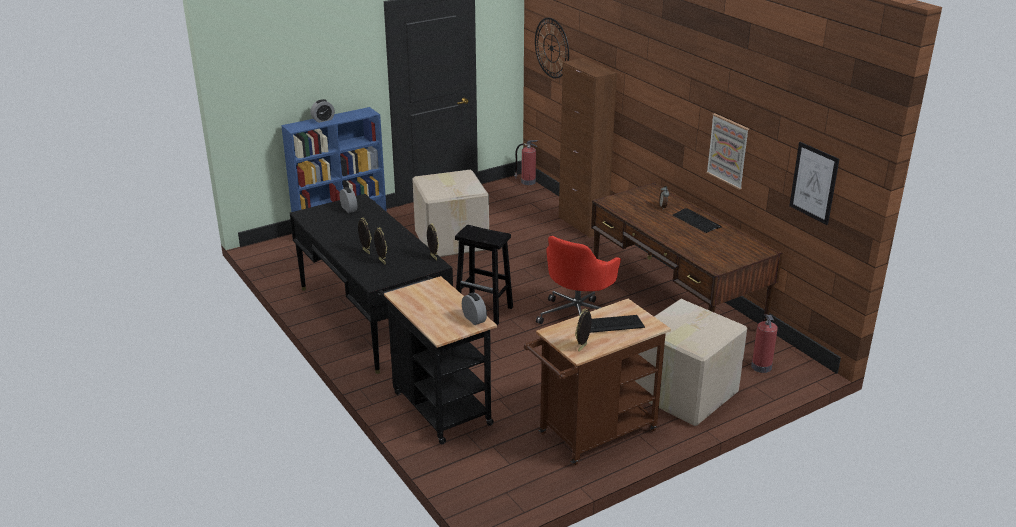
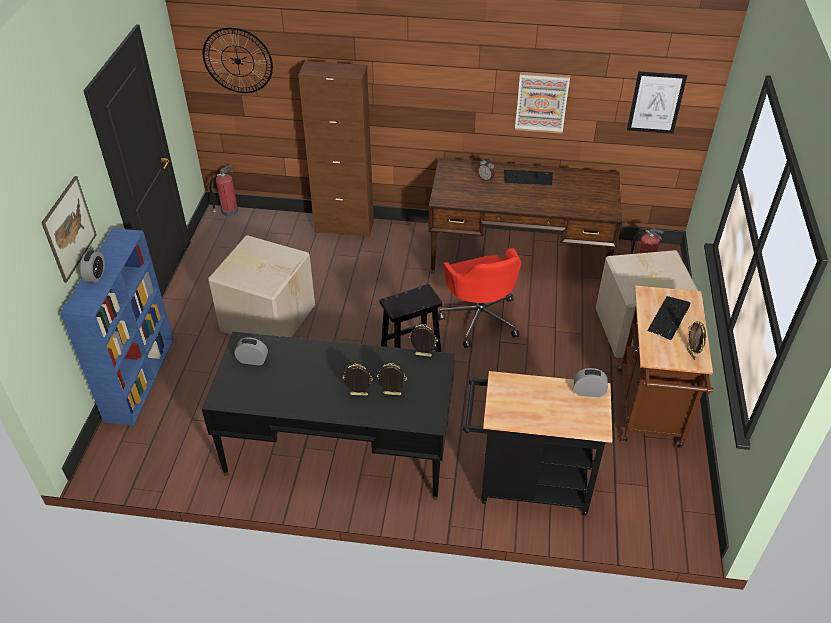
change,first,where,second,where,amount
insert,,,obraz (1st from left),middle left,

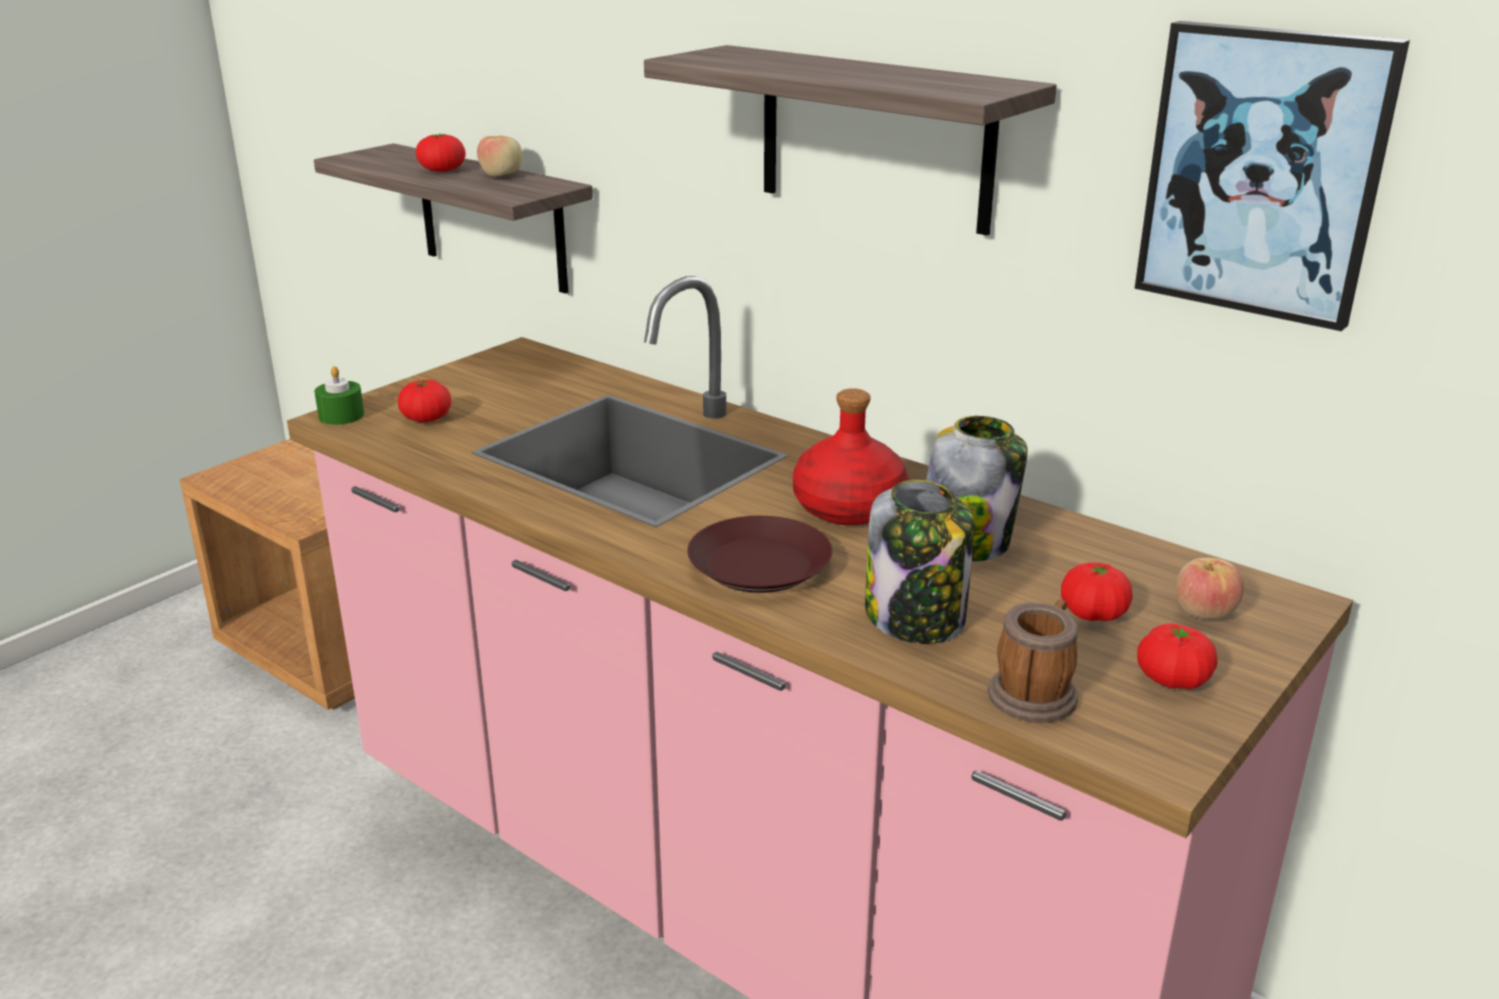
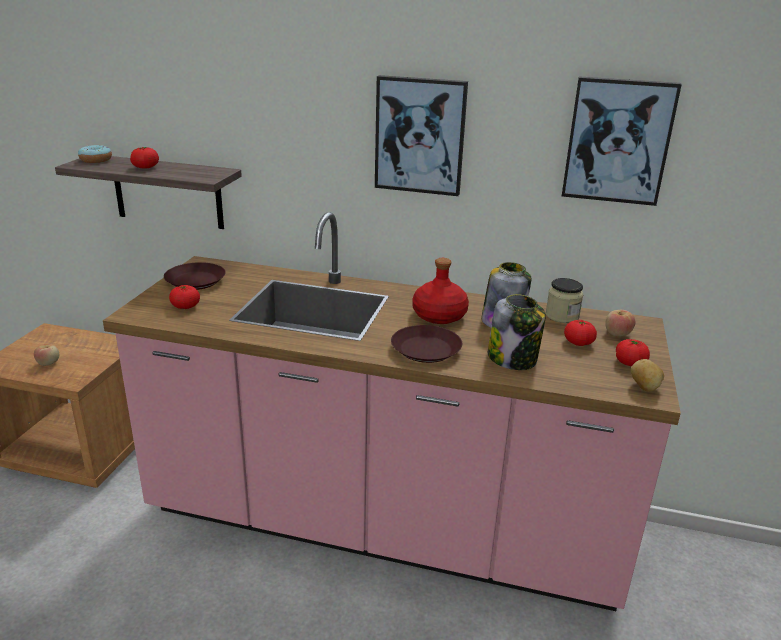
change,first,where,second,where,amount
delete,świeca/zielony,middle left,,,
move,jabłko (1st from left),top centre,,middle left,
replace,półka (2nd from left),top centre,obraz (1st from left),top centre,
delete,kubek,middle right,,,
insert,,,donut,top left,
insert,,,talerz/brązowy (1st from left),middle left,
insert,,,słoik (3rd from left),middle right,
insert,,,ziemniak,middle right,

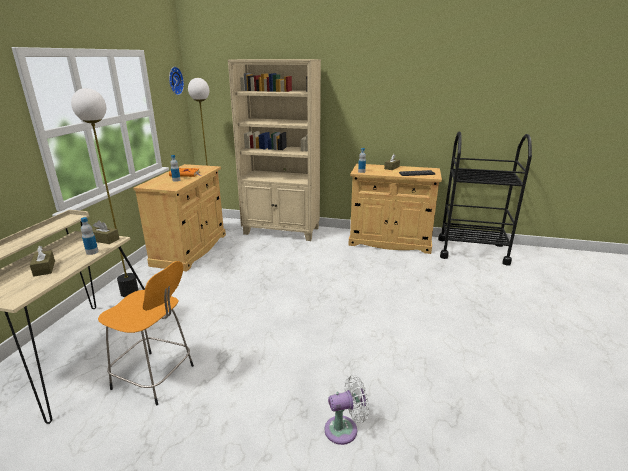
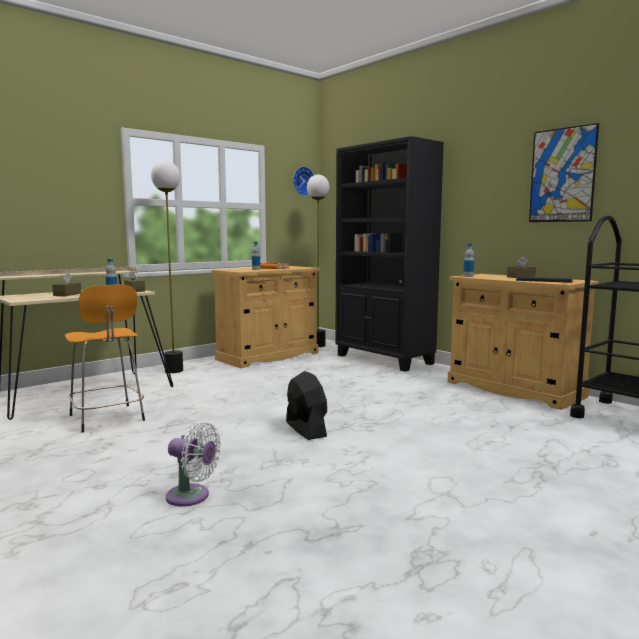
change,first,where,second,where,amount
recolor,regał/beżowy,top centre,regał/czarny,centre,
insert,,,wentylator/czarny,centre,
insert,,,obraz,top right,

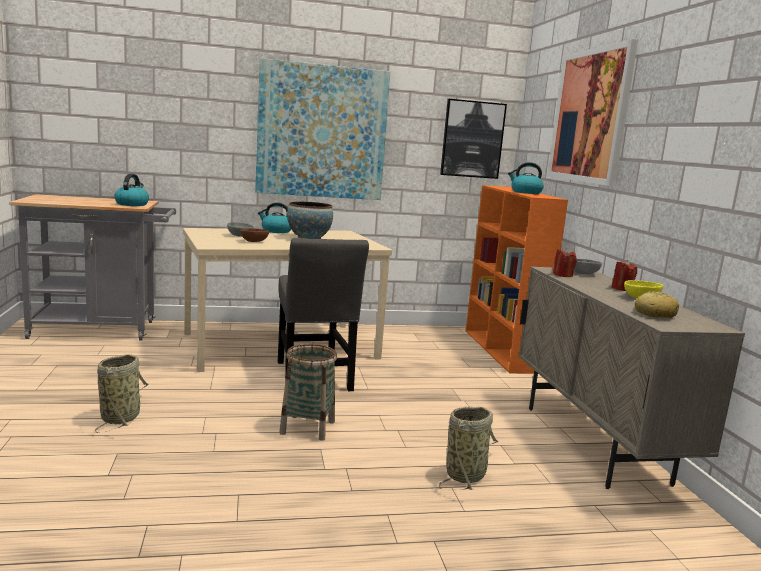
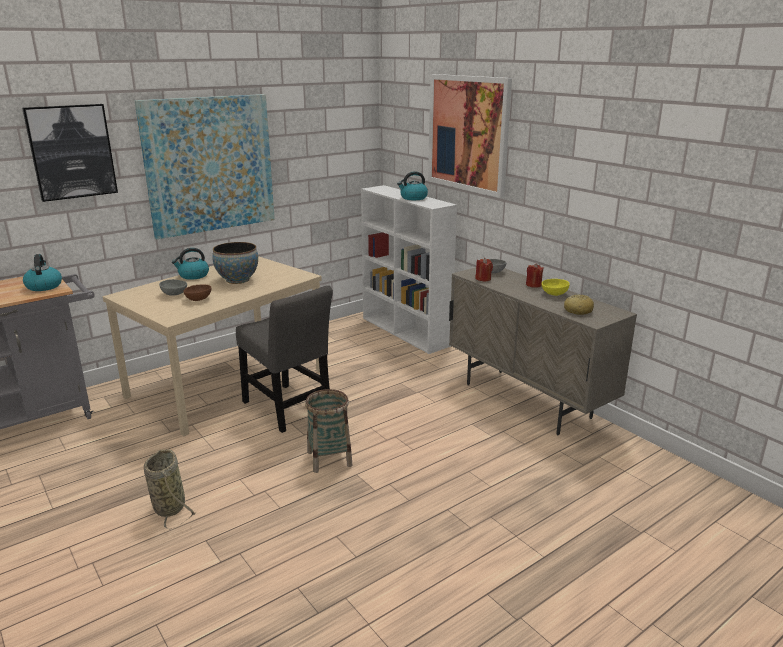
change,first,where,second,where,amount
delete,koszyk (3rd from left),bottom centre,,,
move,obraz (2nd from left in the first image),top centre,obraz (1st from left),top left,
recolor,regał/pomarańczowy,middle right,regał/biały,centre,

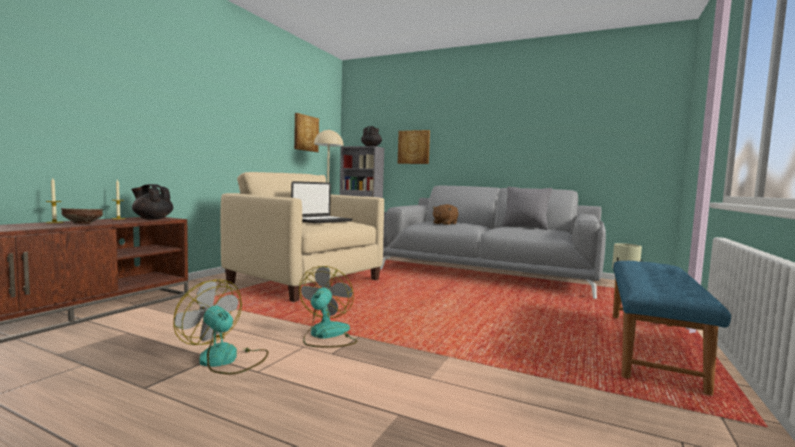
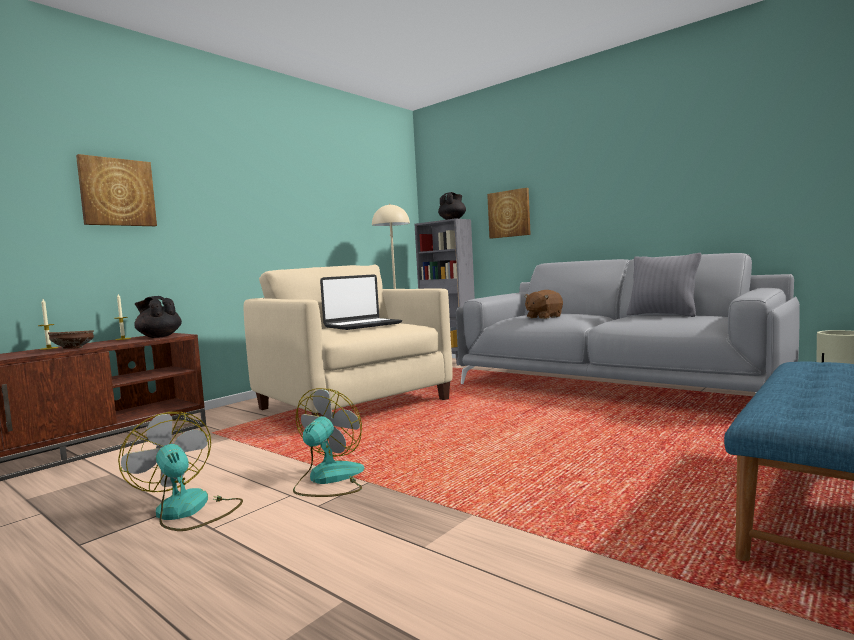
change,first,where,second,where,amount
move,obraz (1st from left),top centre,,top left,

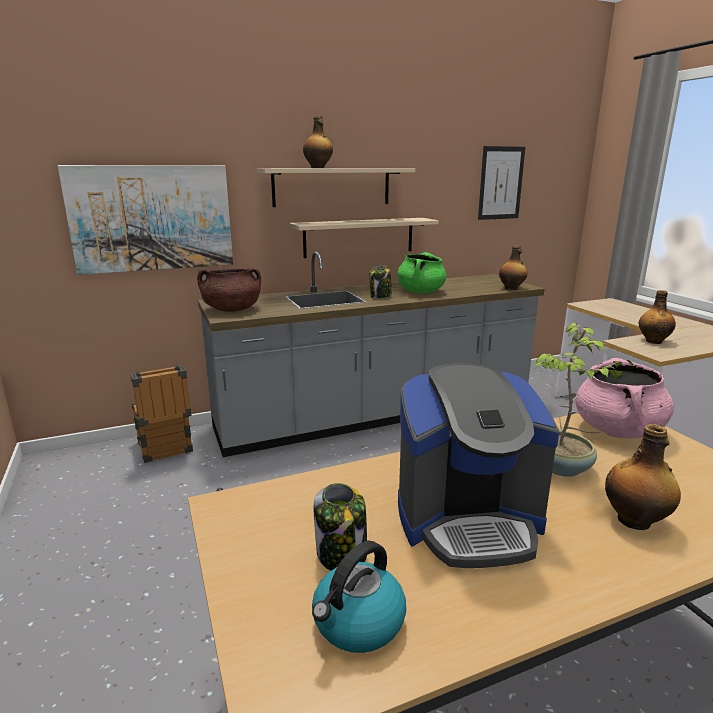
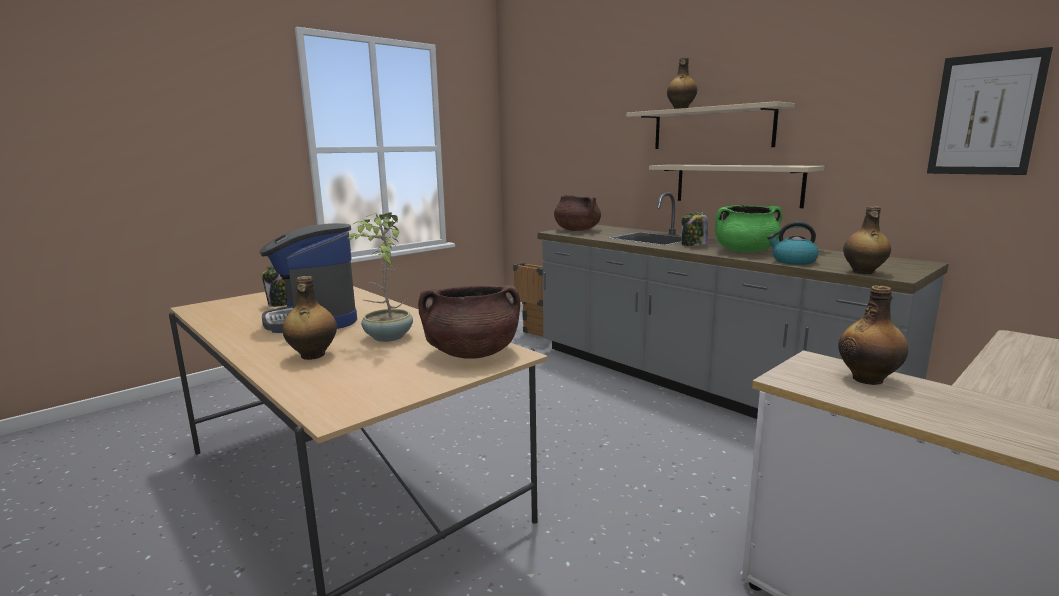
change,first,where,second,where,amount
delete,obraz (1st from left),top left,,,
move,czajnik,bottom centre,,middle right,
recolor,garnek/różowy,middle right,garnek/brązowy (1st from left),centre,

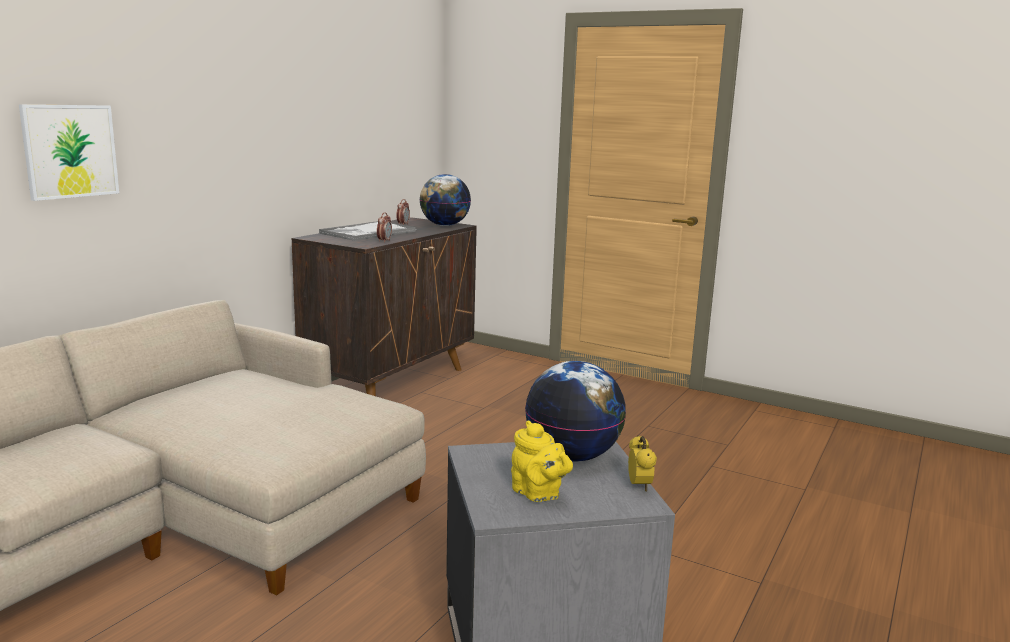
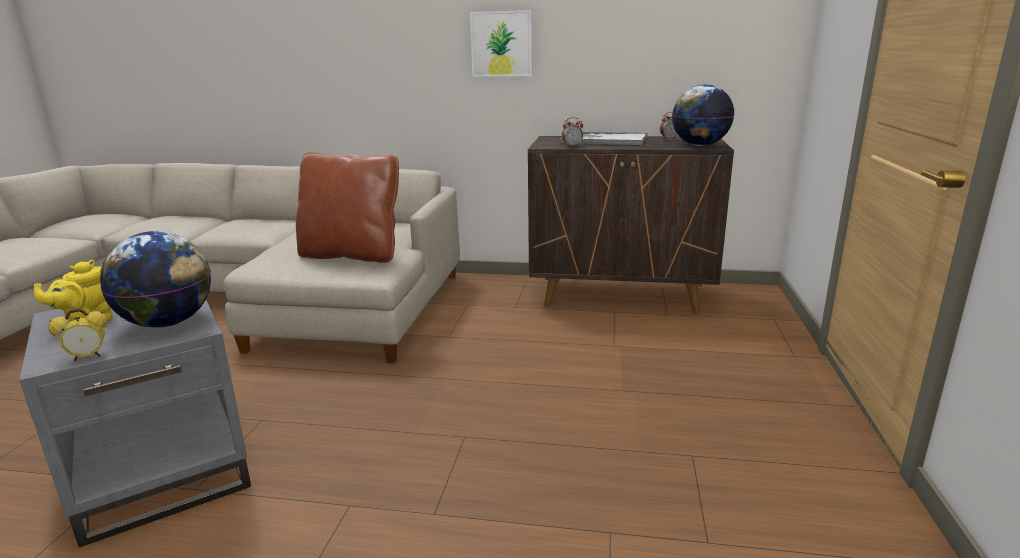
change,first,where,second,where,amount
move,obraz,top left,,top centre,
insert,,,poduszka/brązowy,centre,

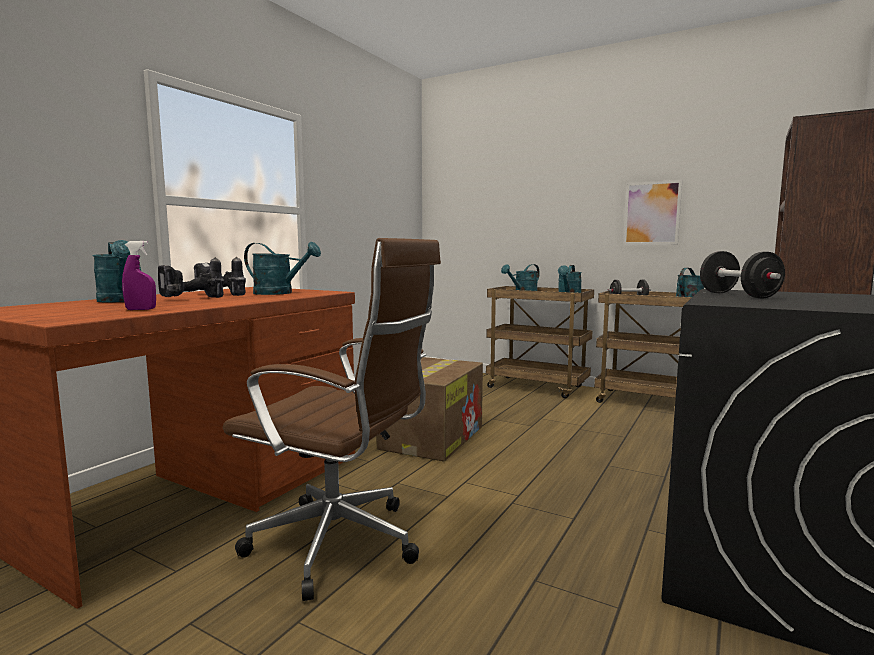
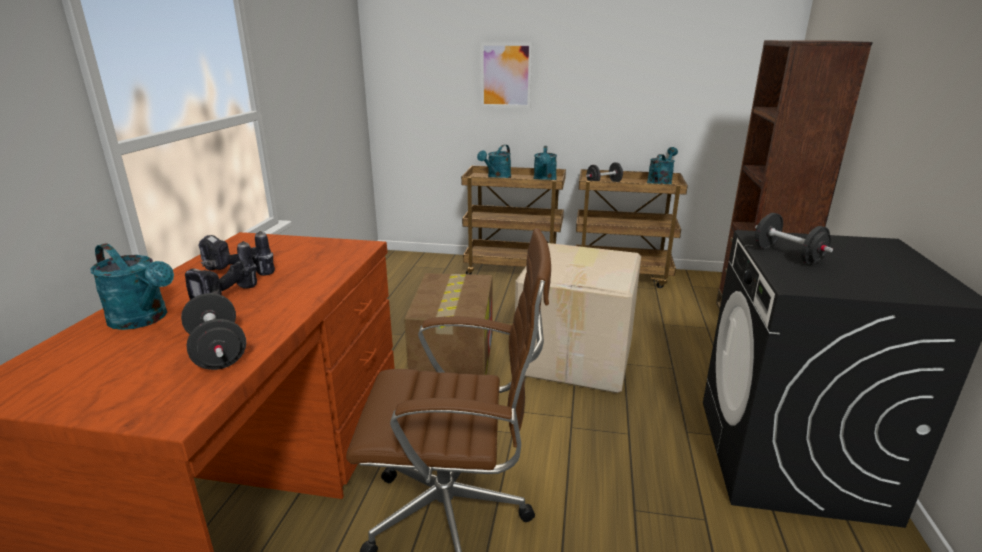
change,first,where,second,where,amount
replace,spryskiwacz/fioletowy,middle left,hantel/czarny (1st from left),middle left,
delete,konewka/turkusowy (2nd from left),middle left,,,
move,obraz,top right,,top centre,
insert,,,karton (2nd from left),centre,

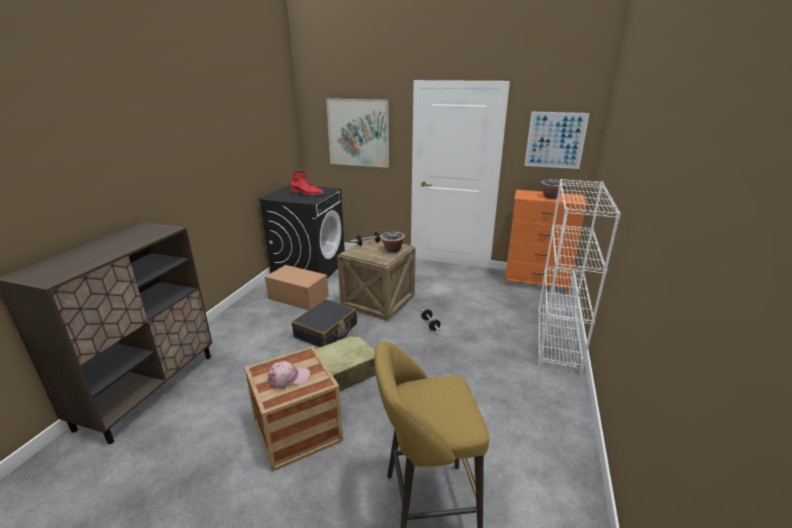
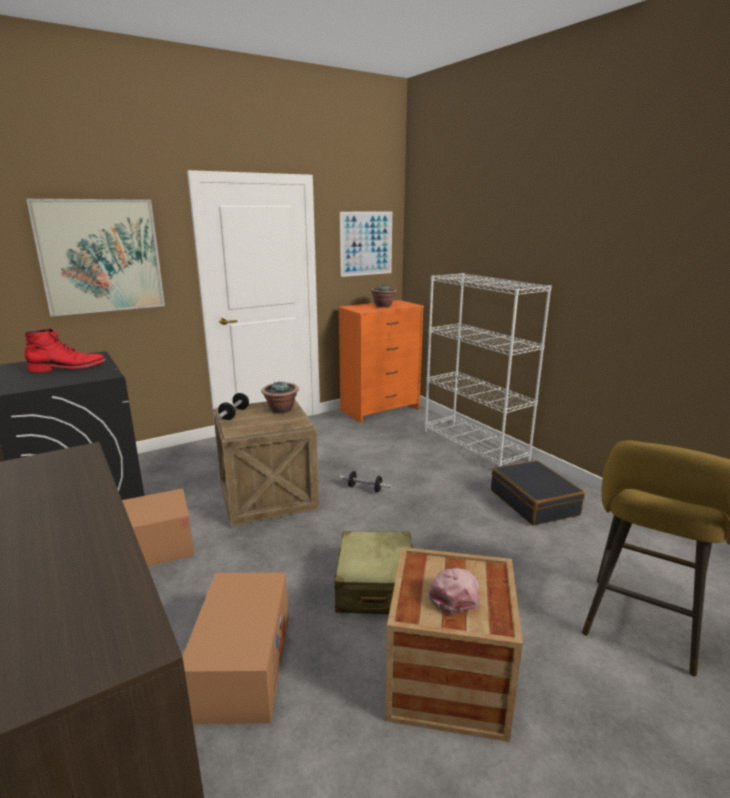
change,first,where,second,where,amount
move,walizka/czarny,centre,,middle right,
insert,,,karton (2nd from left),bottom left,

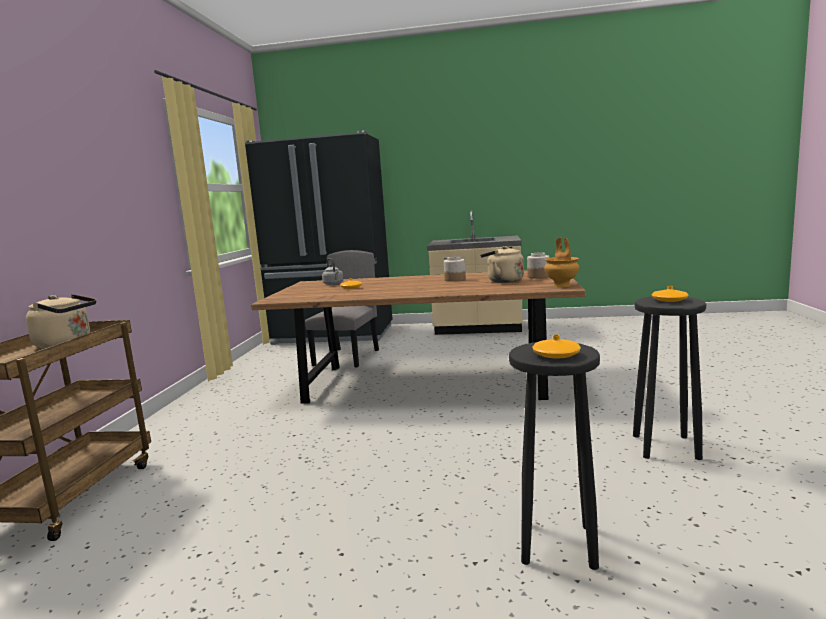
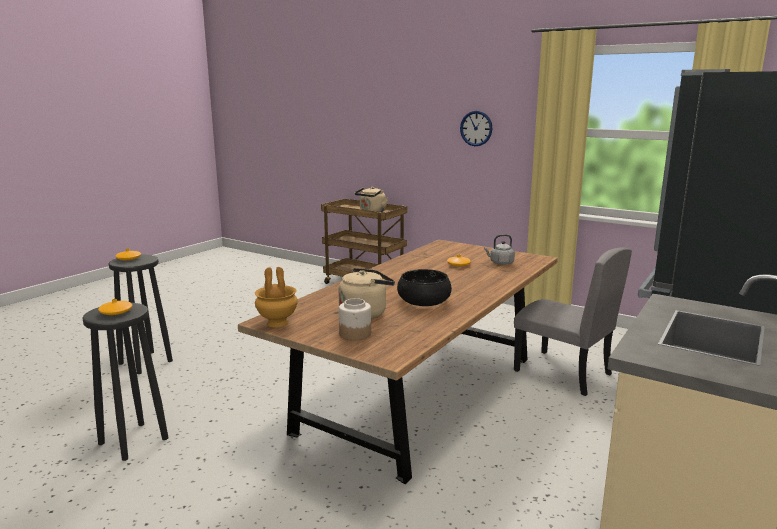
change,first,where,second,where,amount
replace,słoik (1st from left),centre,miska/czarny,centre,
insert,,,zegar ścienny,top centre,

